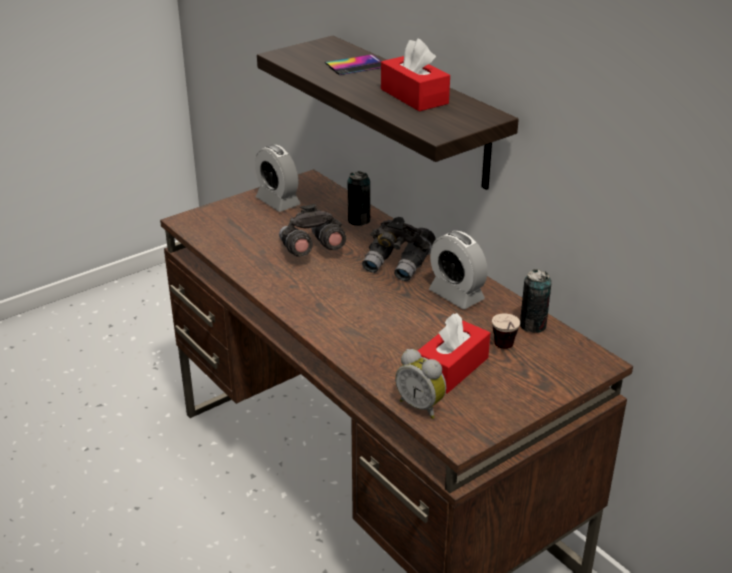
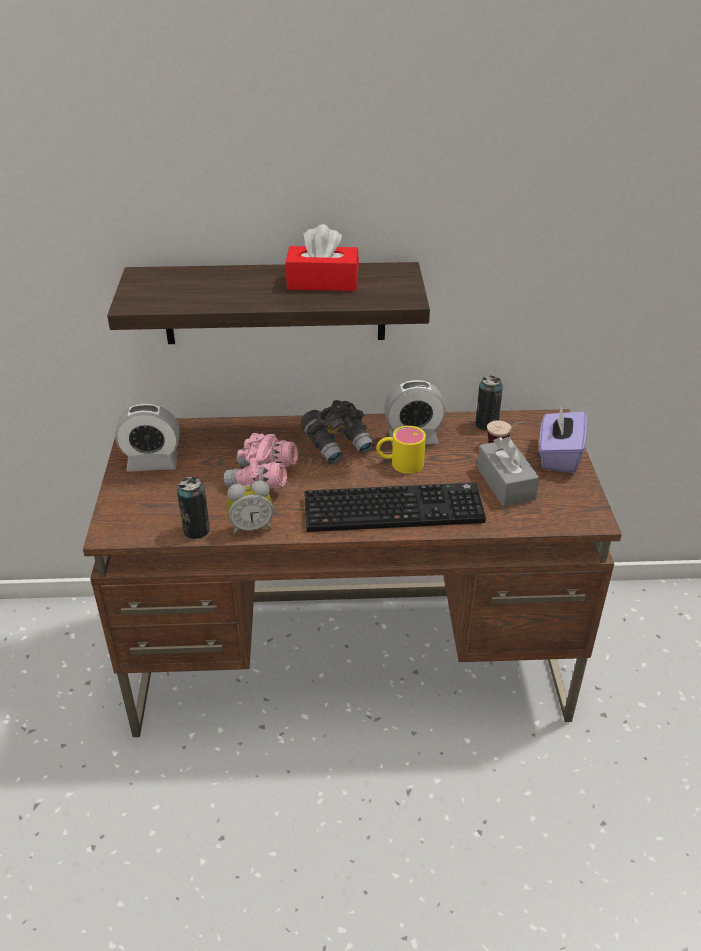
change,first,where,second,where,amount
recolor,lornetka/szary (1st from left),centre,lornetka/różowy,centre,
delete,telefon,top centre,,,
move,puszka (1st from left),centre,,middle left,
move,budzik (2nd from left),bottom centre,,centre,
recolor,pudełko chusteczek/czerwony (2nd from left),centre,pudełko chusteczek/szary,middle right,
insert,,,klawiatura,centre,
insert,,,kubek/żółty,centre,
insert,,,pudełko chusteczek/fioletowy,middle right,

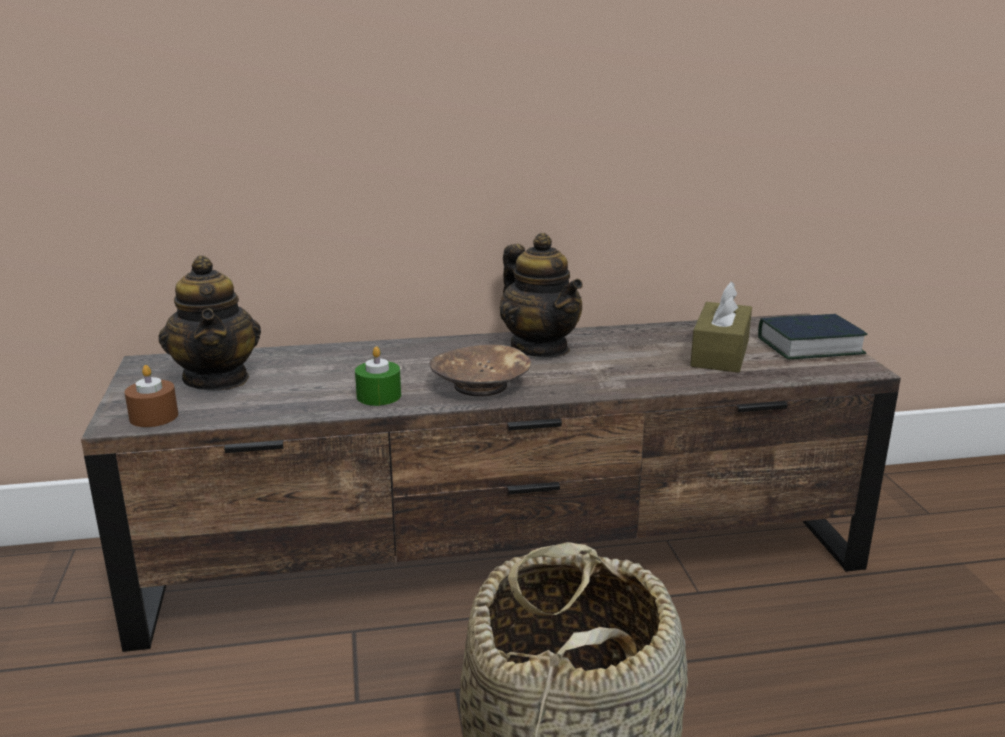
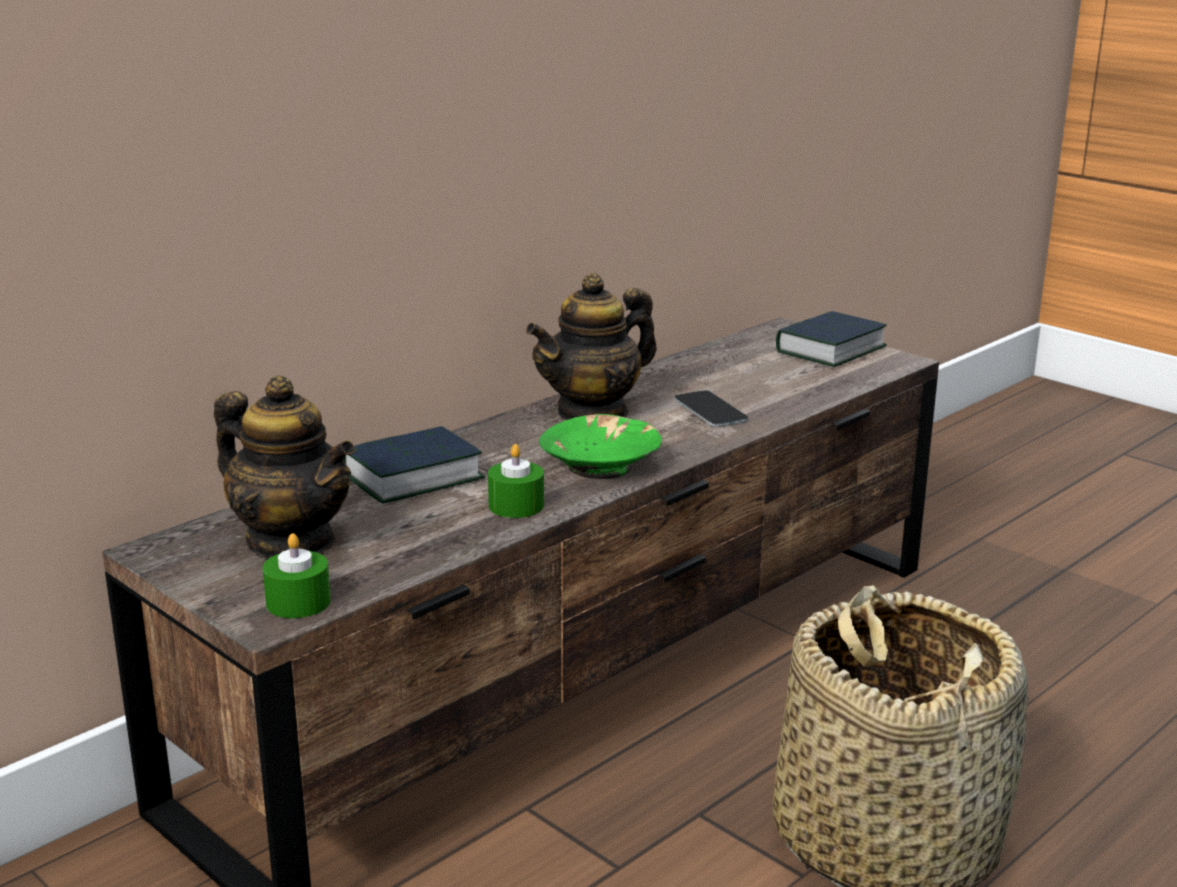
change,first,where,second,where,amount
recolor,świeca/brązowy,middle left,świeca/zielony (1st from left),middle left,
recolor,miska/brązowy,centre,miska/zielony,centre,
rotate,imbryk (2nd from left),centre,,centre,120 degrees clockwise
delete,pudełko chusteczek/brązowy,middle right,,,
insert,,,książka (1st from left),centre,
insert,,,telefon,centre,

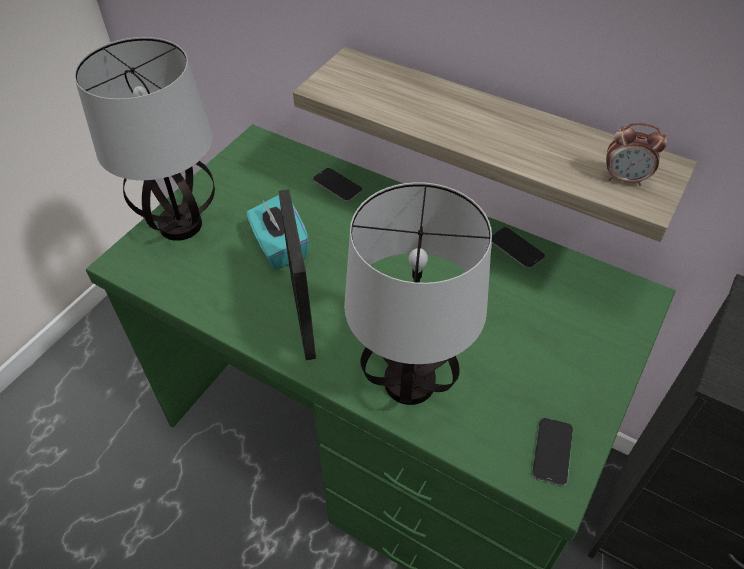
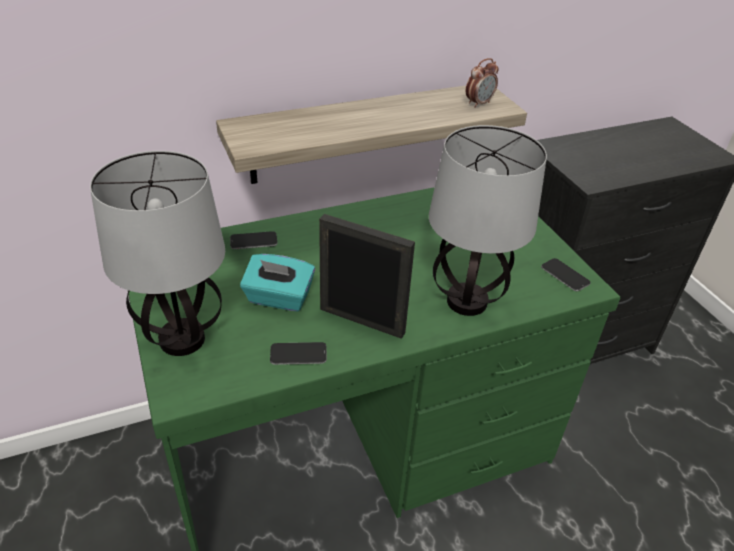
change,first,where,second,where,amount
move,telefon (2nd from left),middle right,,centre,

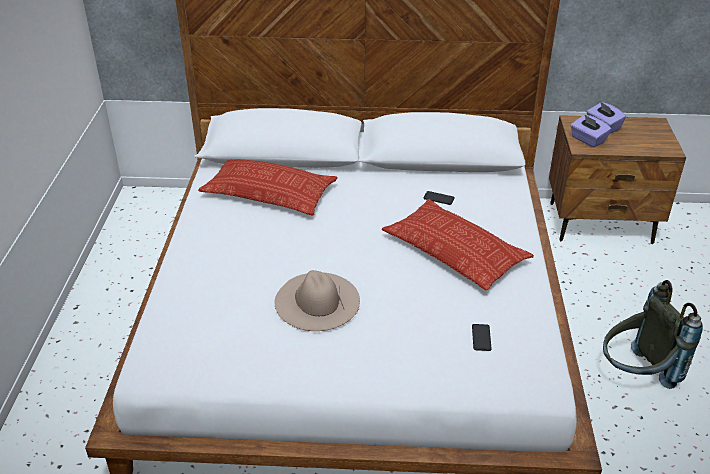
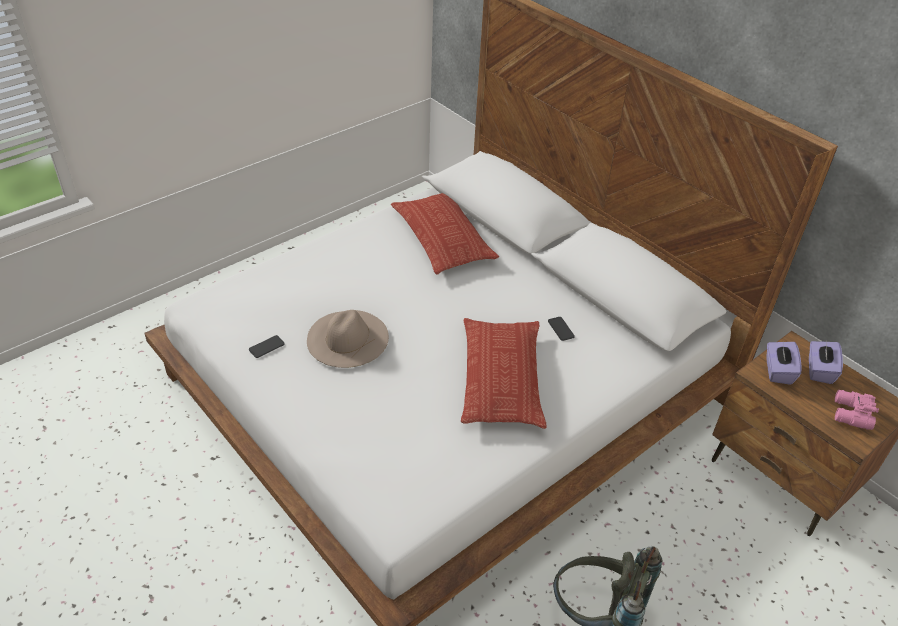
change,first,where,second,where,amount
move,telefon (2nd from left in the first image),bottom right,telefon (1st from left),middle left,
insert,,,lornetka/różowy,middle right,

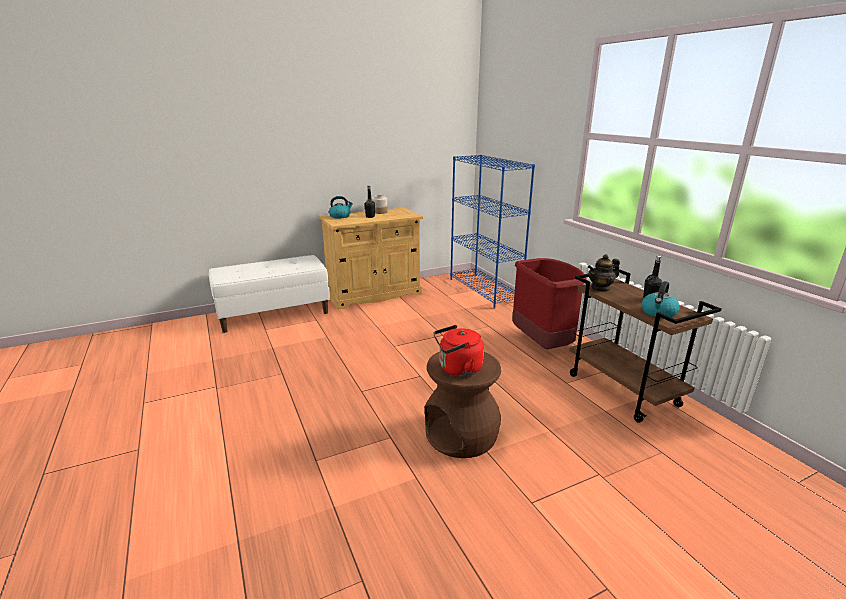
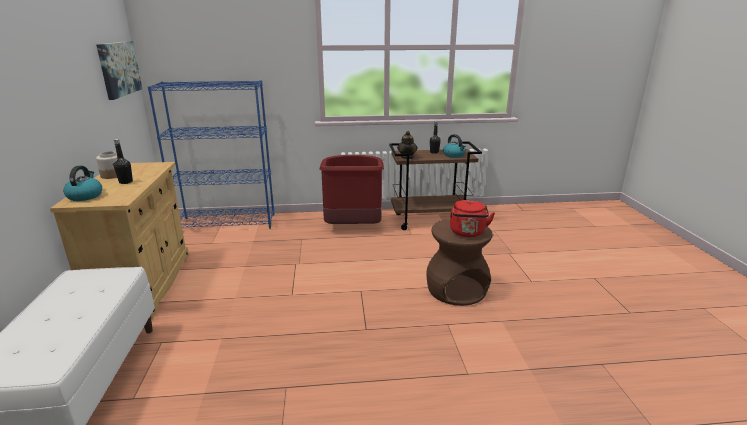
change,first,where,second,where,amount
insert,,,obraz,top left,

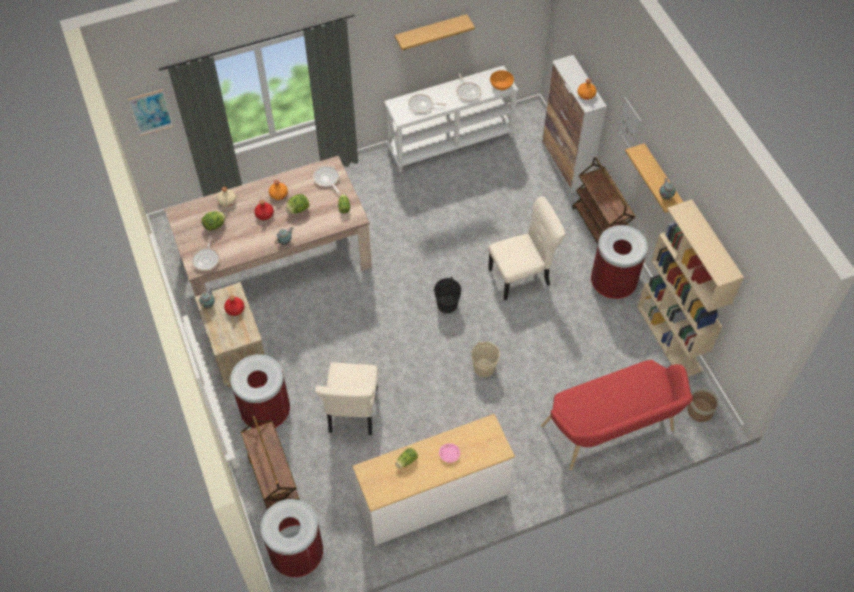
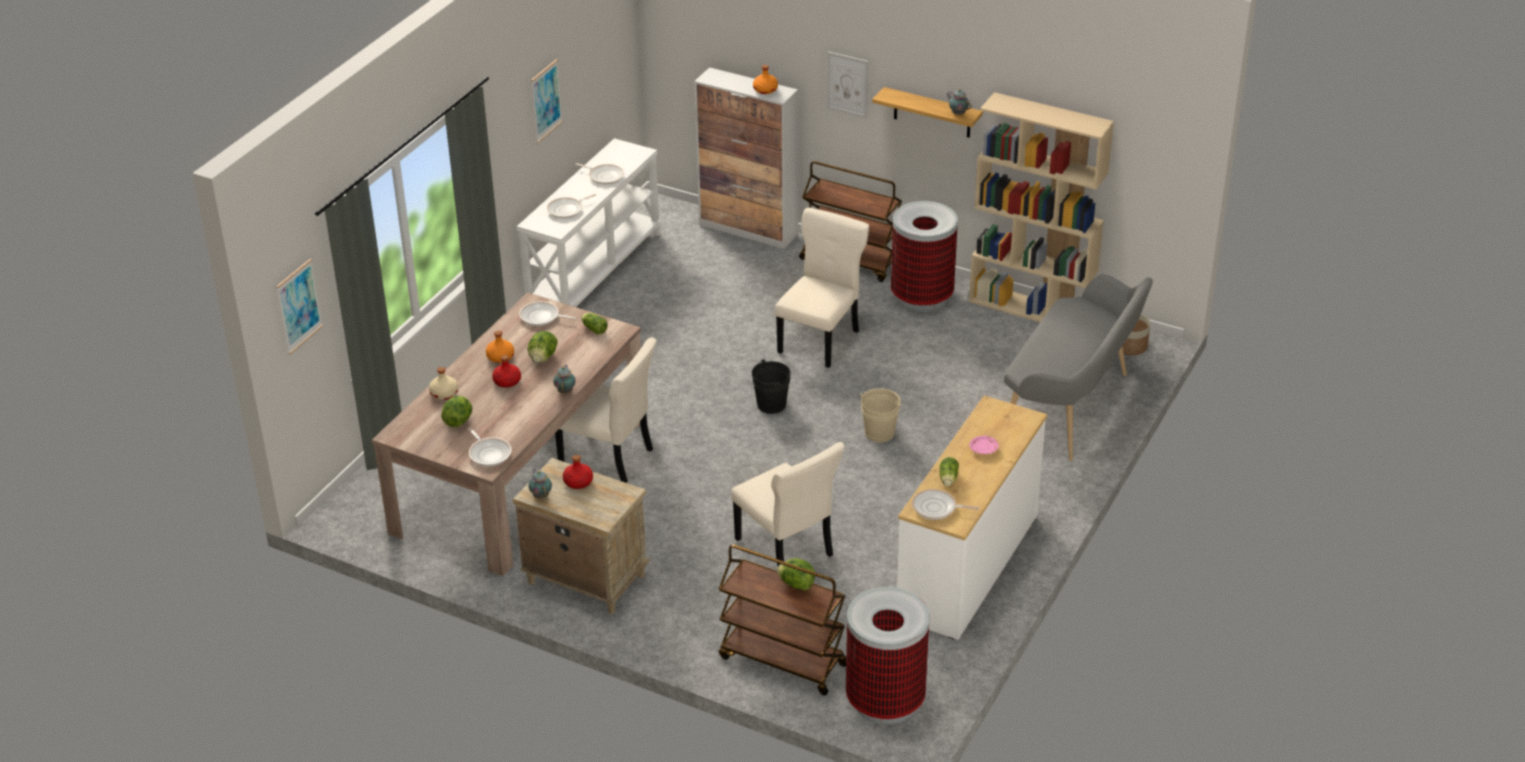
change,first,where,second,where,amount
delete,kosz na śmieci (1st from left),middle left,,,
replace,półka (1st from left),top centre,obraz (2nd from left),top centre,
delete,miska/pomarańczowy,top centre,,,
recolor,ławka/czerwony,bottom right,ławka/szary,middle right,
insert,,,krzesło/beżowy (1st from left),centre,
insert,,,sałata (4th from left),bottom centre,
insert,,,patelnia (5th from left),centre,

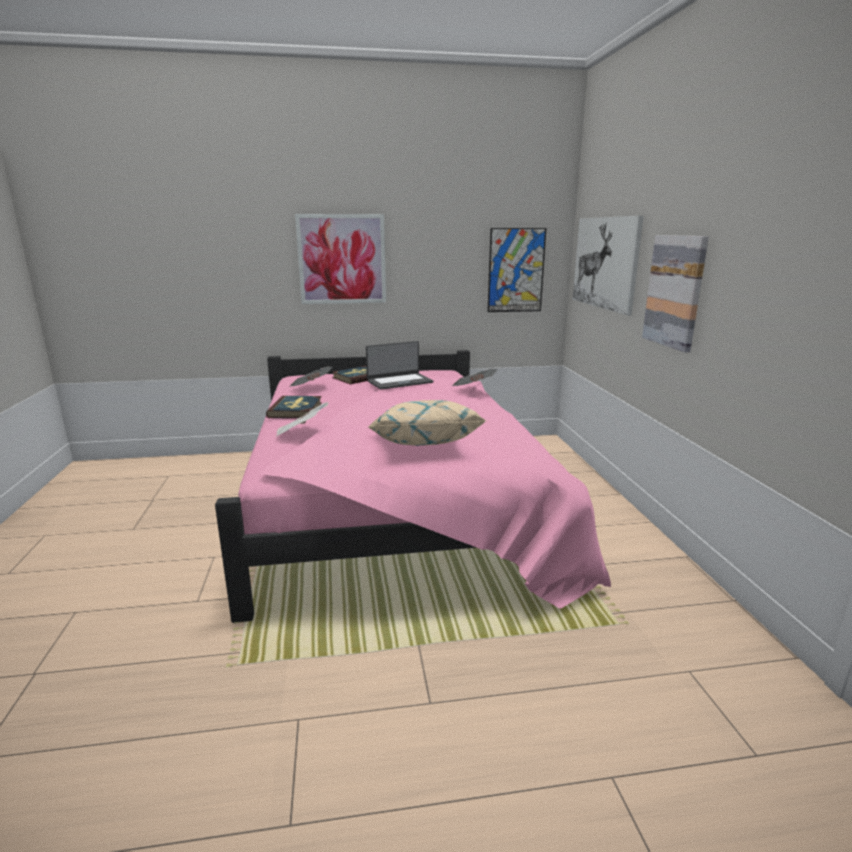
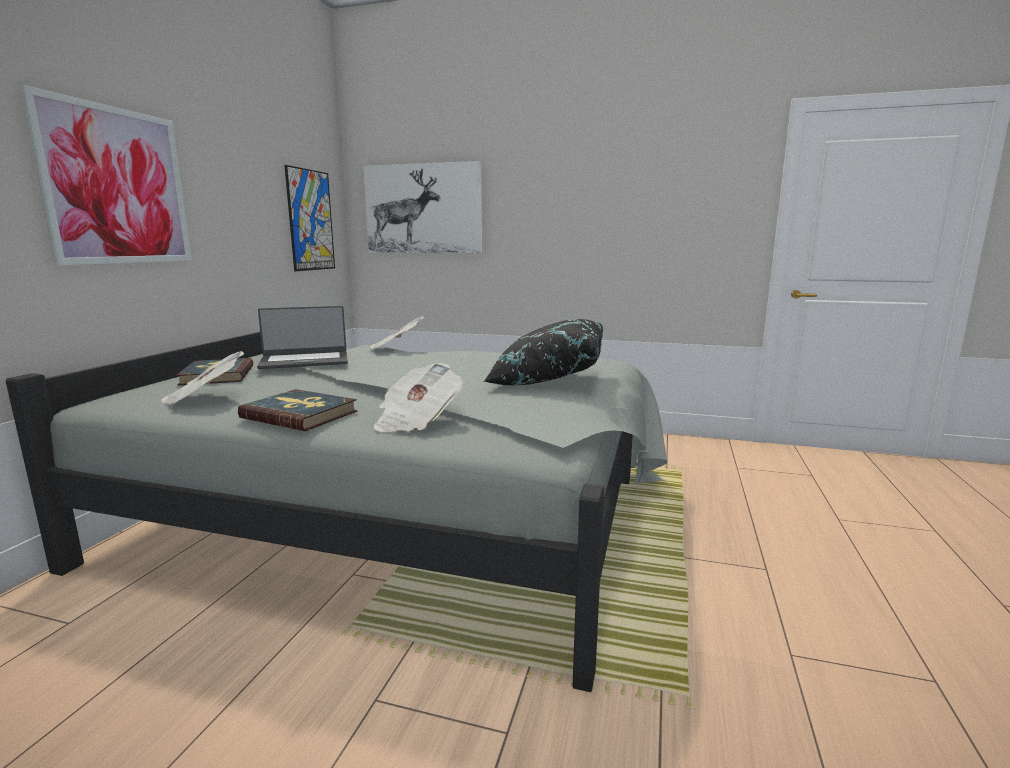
change,first,where,second,where,amount
recolor,łóżko/różowy,centre,łóżko/szary,bottom left,
rotate,laptop,centre,,middle left,75 degrees clockwise
recolor,poduszka/beżowy,centre,poduszka/czarny,centre,
delete,obraz (4th from left),middle right,,,

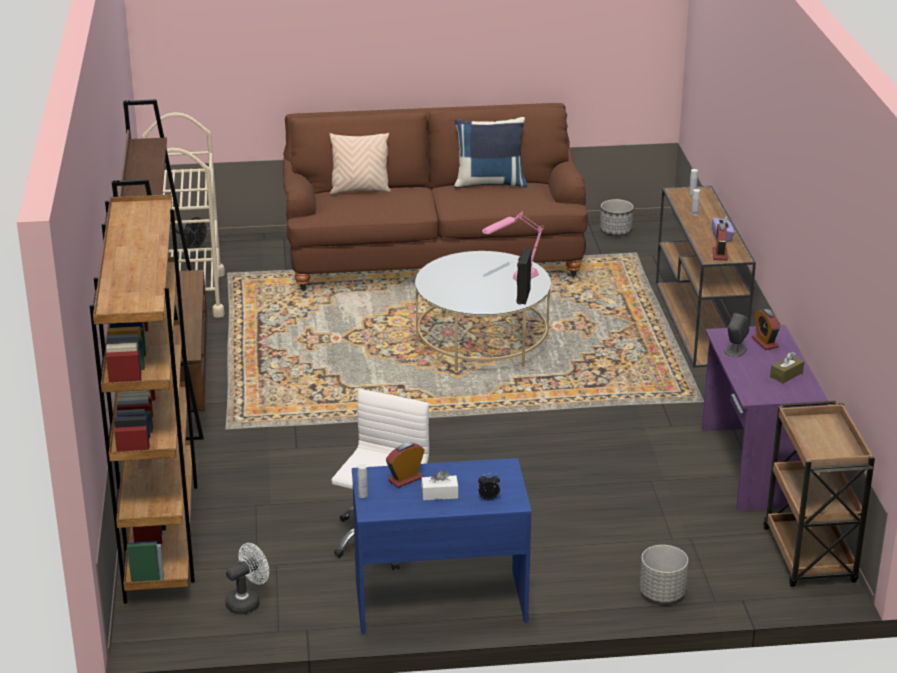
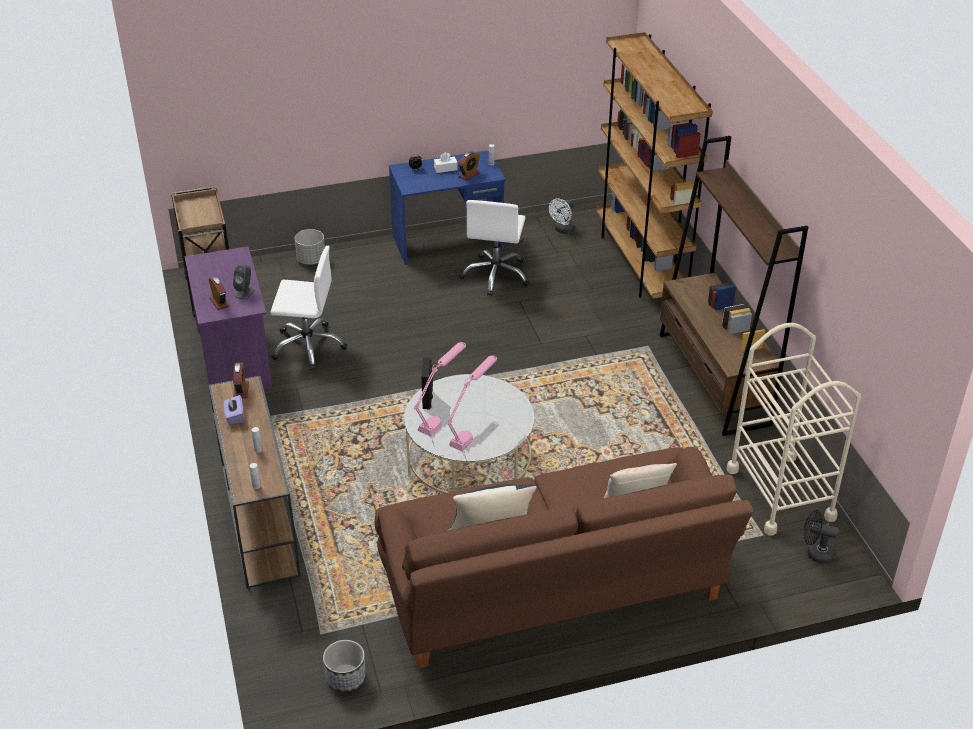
change,first,where,second,where,amount
delete,pudełko chusteczek/brązowy,middle right,,,
insert,,,krzesło biurowe/biały (1st from left),middle left,
insert,,,lampa stołowa/różowy (2nd from left),centre,

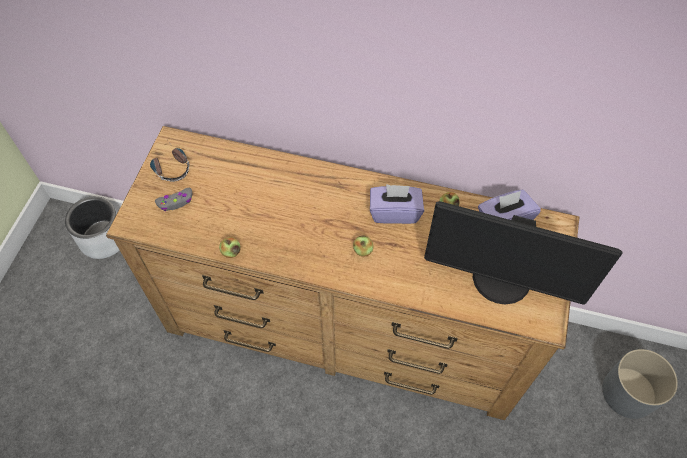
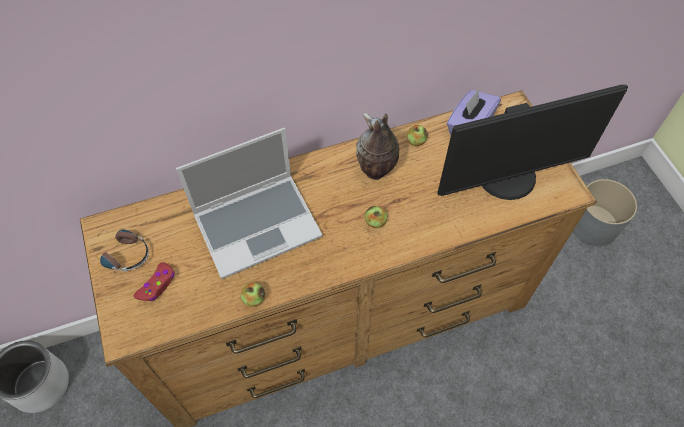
change,first,where,second,where,amount
recolor,pad do gier/szary,middle left,pad do gier/czerwony,middle left,
replace,pudełko chusteczek/fioletowy (1st from left),centre,wazon,centre,
insert,,,laptop,centre,

